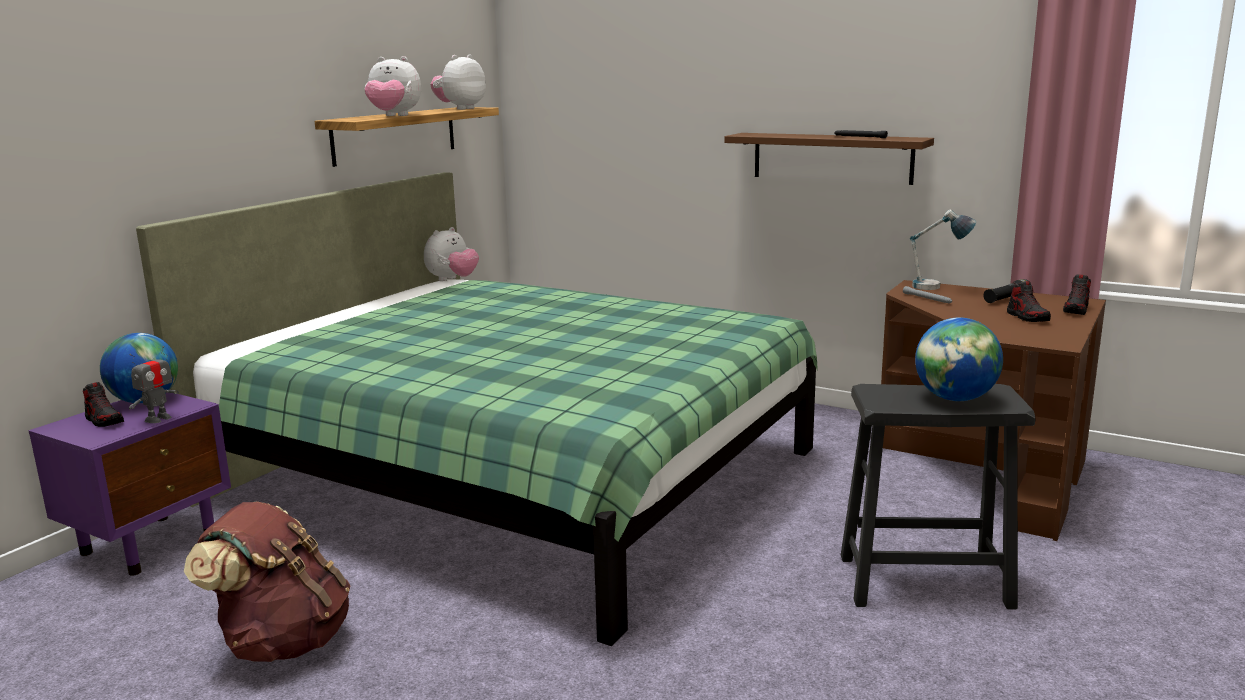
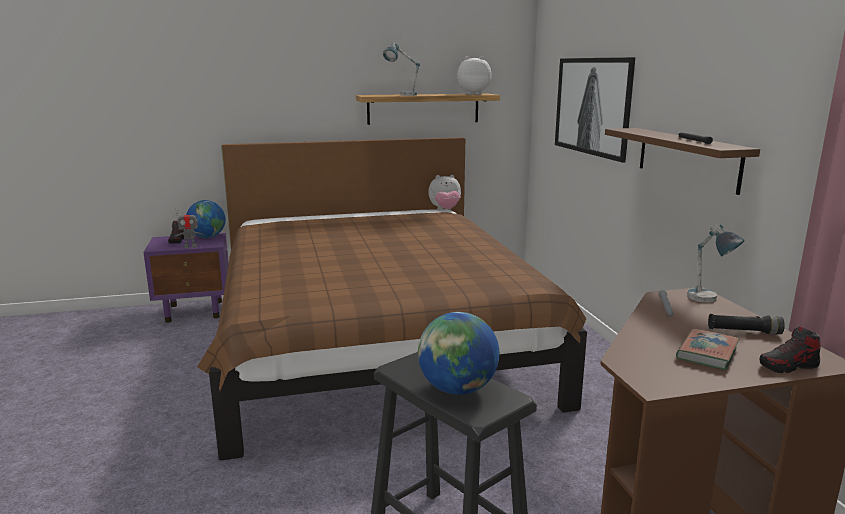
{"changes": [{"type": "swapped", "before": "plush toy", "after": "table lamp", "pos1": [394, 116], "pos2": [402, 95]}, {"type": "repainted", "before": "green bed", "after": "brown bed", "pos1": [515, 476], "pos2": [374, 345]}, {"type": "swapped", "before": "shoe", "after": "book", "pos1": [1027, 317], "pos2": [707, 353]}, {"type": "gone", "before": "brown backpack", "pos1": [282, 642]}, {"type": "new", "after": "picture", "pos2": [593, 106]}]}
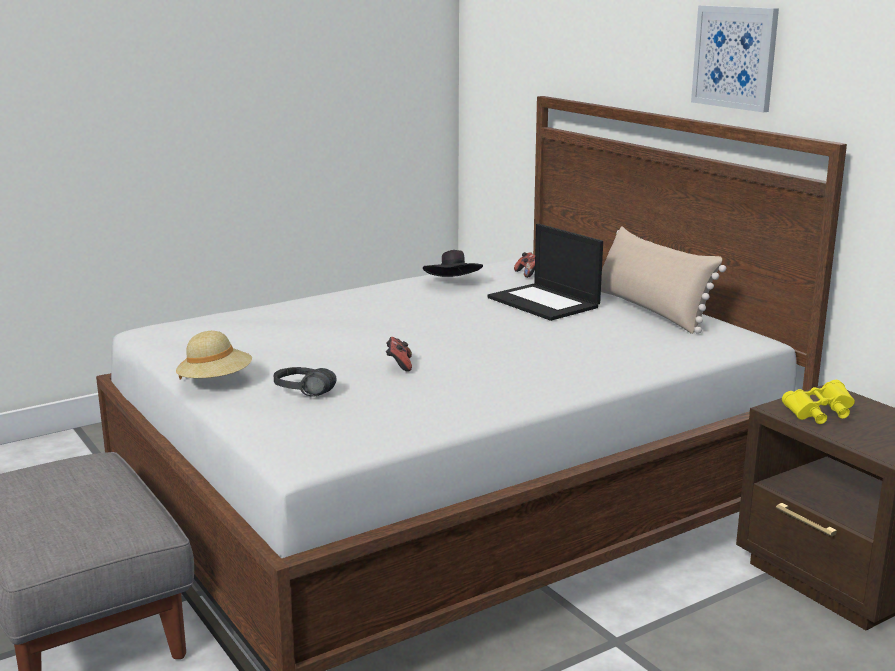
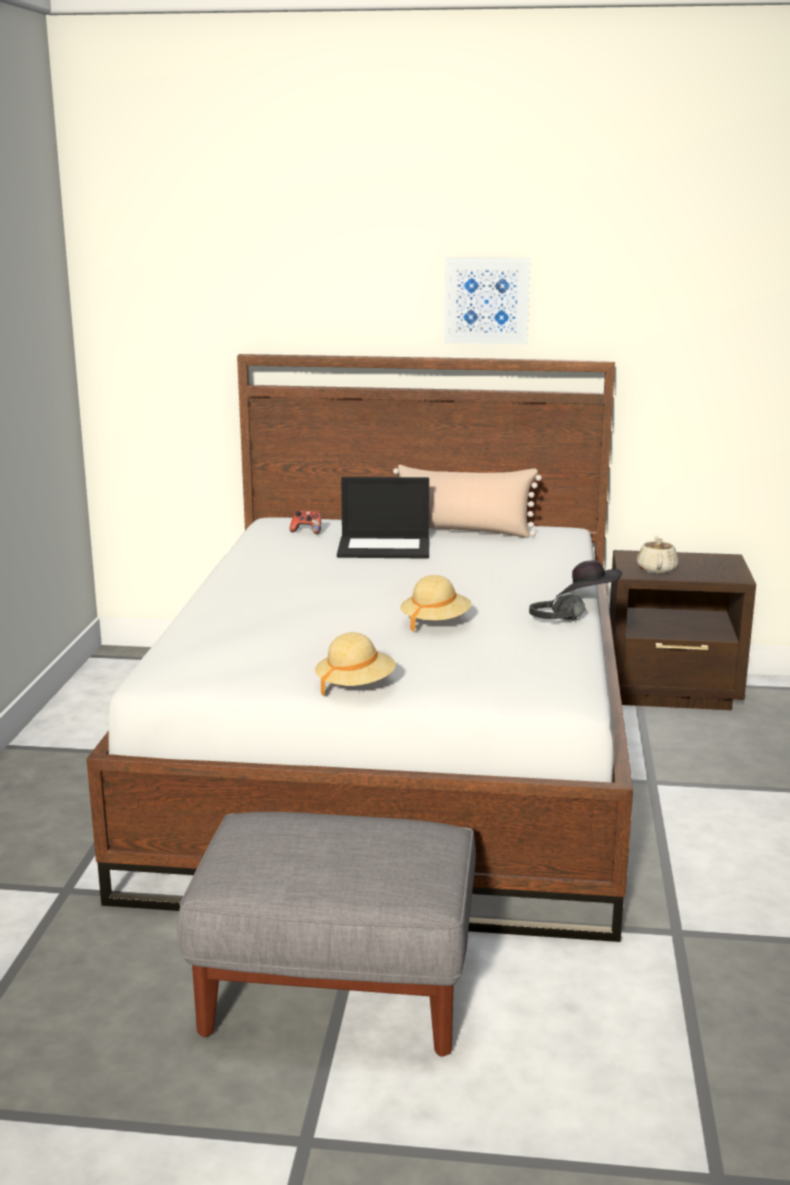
{"changes": [{"type": "shifted", "before": "black hat", "pos1": [453, 284], "pos2": [587, 599]}, {"type": "swapped", "before": "game controller", "after": "beige hat", "pos1": [399, 365], "pos2": [435, 622]}, {"type": "shifted", "before": "black headphones", "pos1": [300, 395], "pos2": [562, 623]}, {"type": "swapped", "before": "yellow binoculars", "after": "beige teapot", "pos1": [819, 415], "pos2": [656, 569]}]}
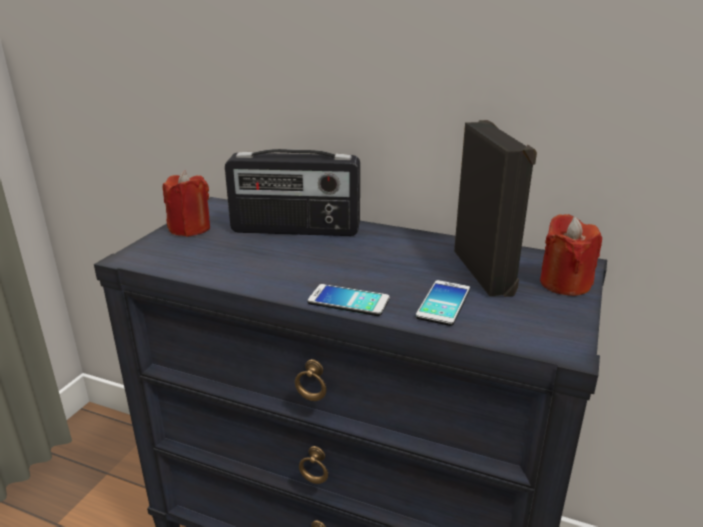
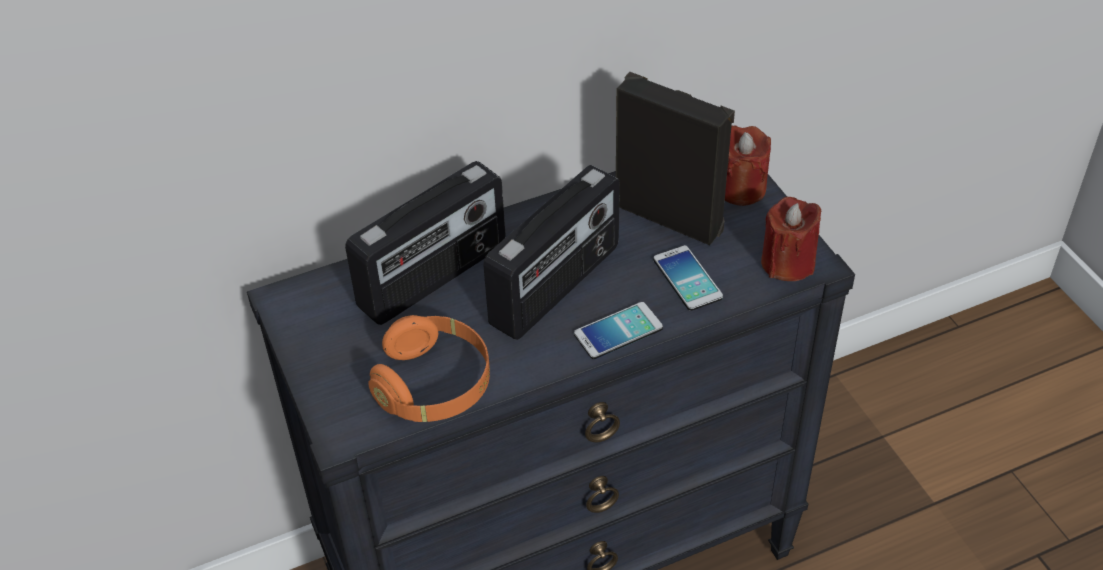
{"changes": [{"type": "shifted", "before": "red candle", "pos1": [190, 228], "pos2": [787, 263]}, {"type": "new", "after": "radio", "pos2": [557, 286]}, {"type": "new", "after": "orange headphones", "pos2": [434, 385]}]}
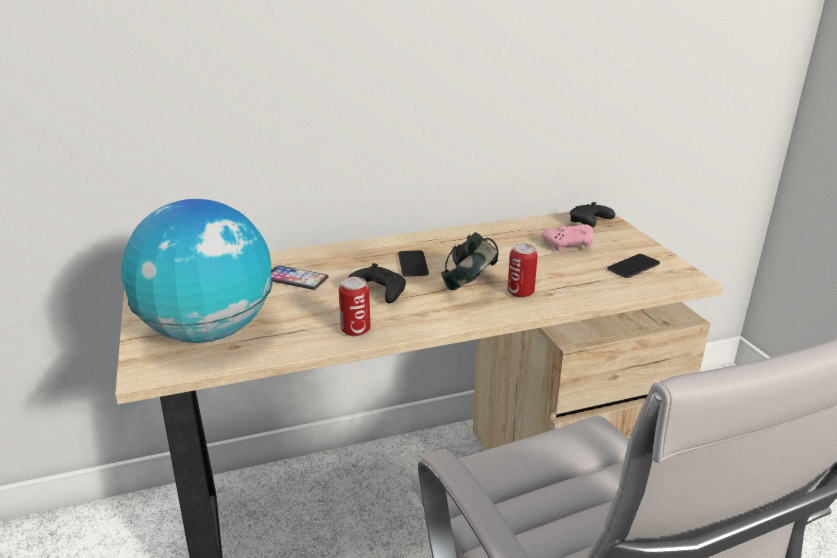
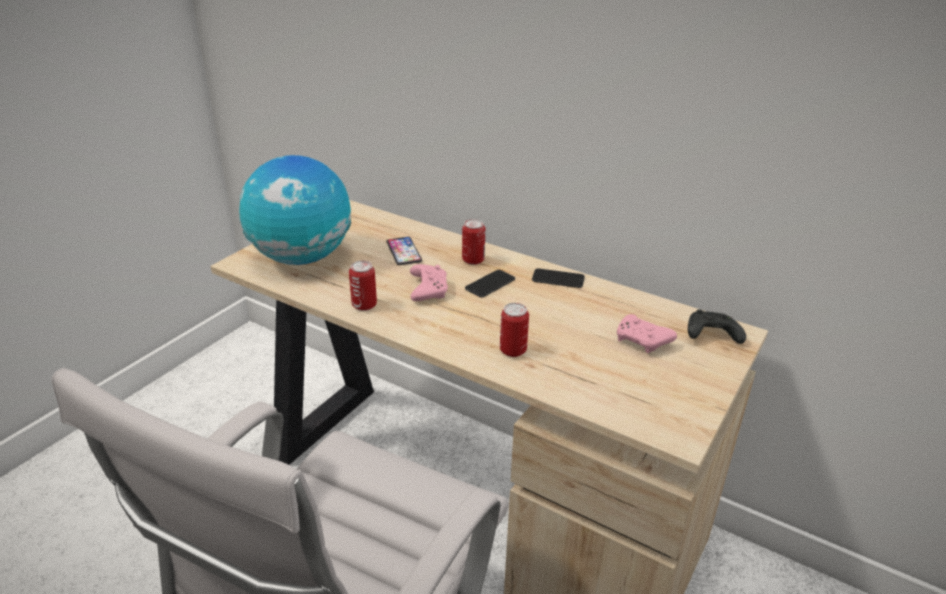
{"changes": [{"type": "gone", "before": "headphones", "pos1": [470, 286]}, {"type": "shifted", "before": "phone", "pos1": [633, 267], "pos2": [558, 279]}, {"type": "repainted", "before": "black game controller", "after": "pink game controller", "pos1": [378, 292], "pos2": [428, 290]}, {"type": "new", "after": "can", "pos2": [473, 260]}]}
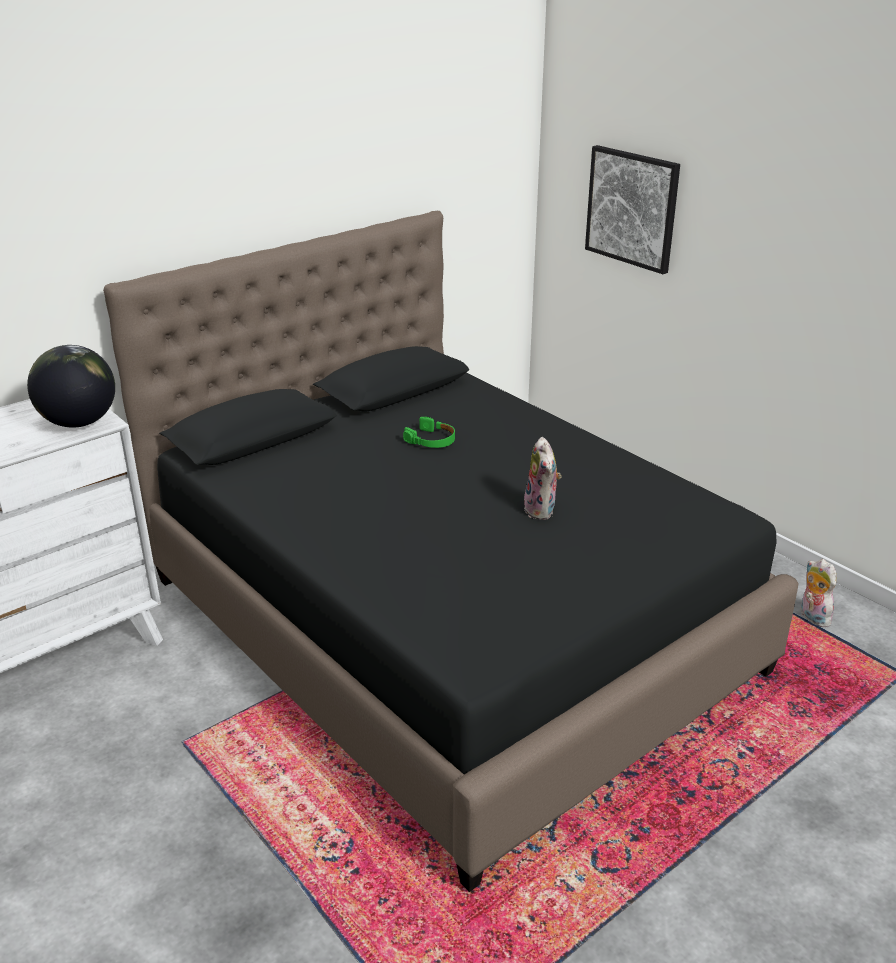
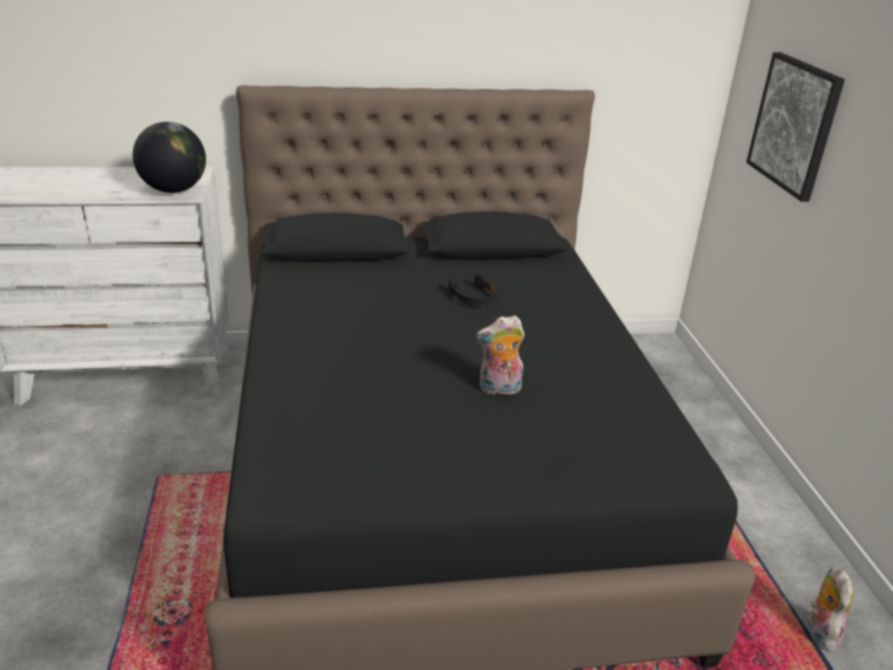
{"changes": [{"type": "repainted", "before": "green headphones", "after": "black headphones", "pos1": [431, 440], "pos2": [474, 297]}, {"type": "rotated", "before": "plush toy", "pos1": [542, 510], "pos2": [499, 389], "turn": 60}]}
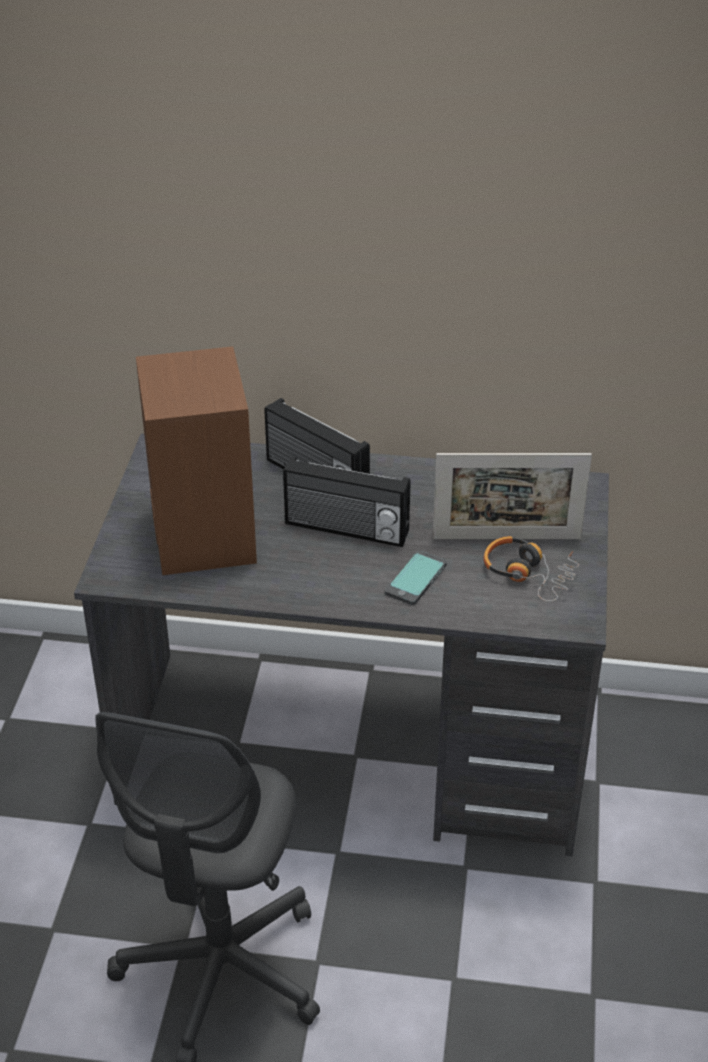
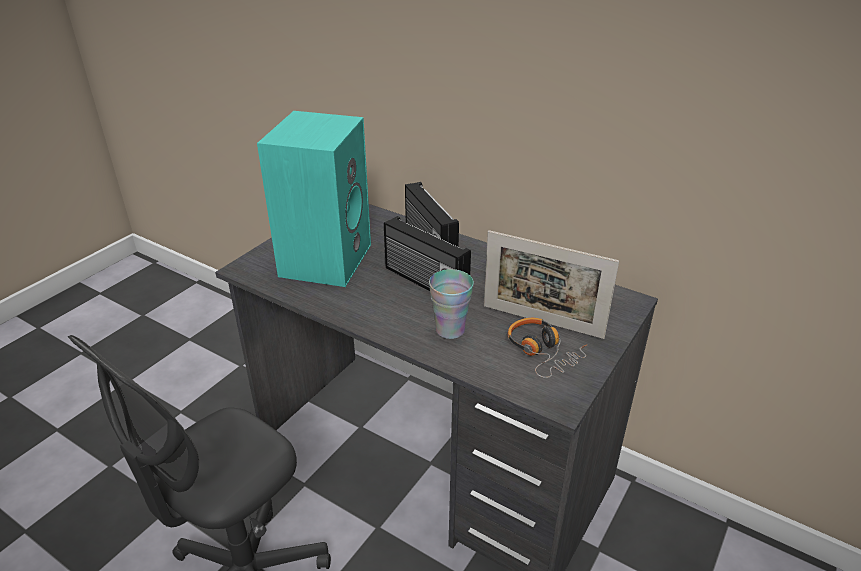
{"changes": [{"type": "repainted", "before": "brown speaker", "after": "turquoise speaker", "pos1": [200, 533], "pos2": [325, 259]}, {"type": "swapped", "before": "phone", "after": "cup", "pos1": [416, 579], "pos2": [450, 330]}]}
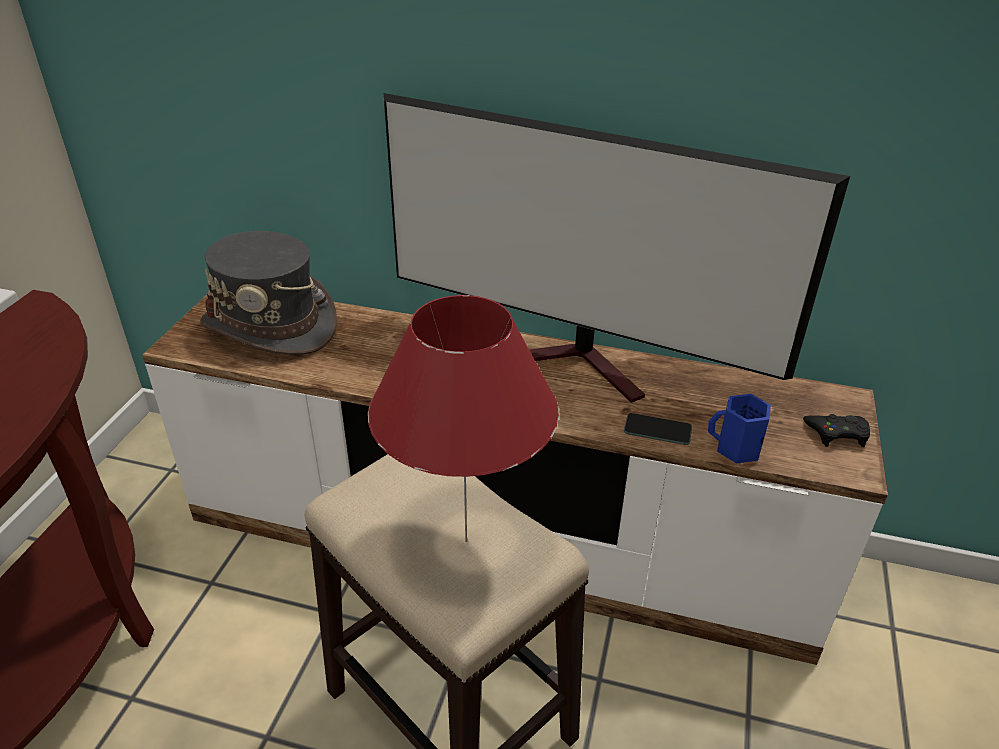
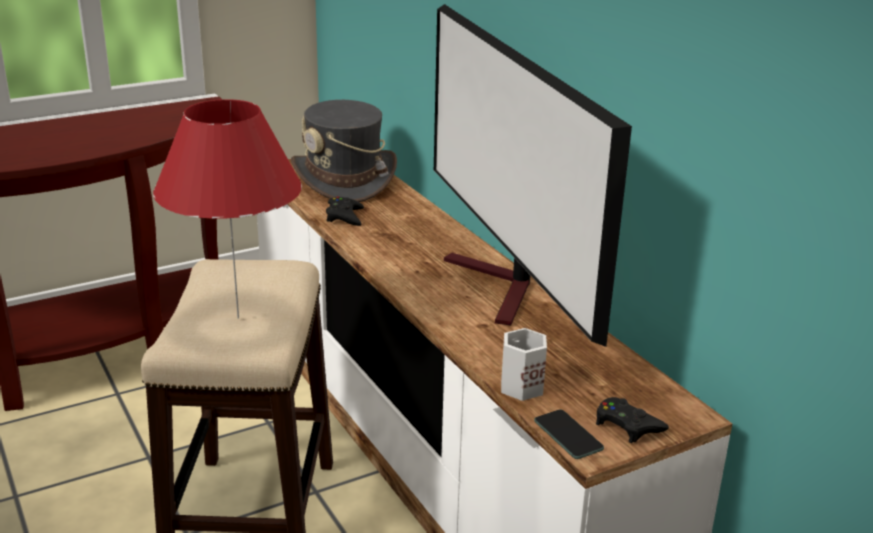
{"changes": [{"type": "repainted", "before": "blue mug", "after": "white mug", "pos1": [736, 449], "pos2": [519, 386]}, {"type": "shifted", "before": "phone", "pos1": [657, 430], "pos2": [568, 435]}, {"type": "new", "after": "black game controller", "pos2": [345, 216]}]}
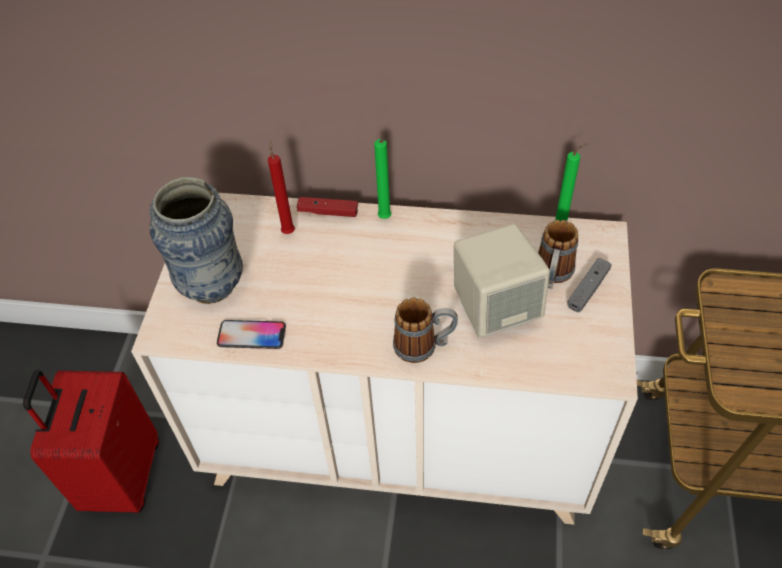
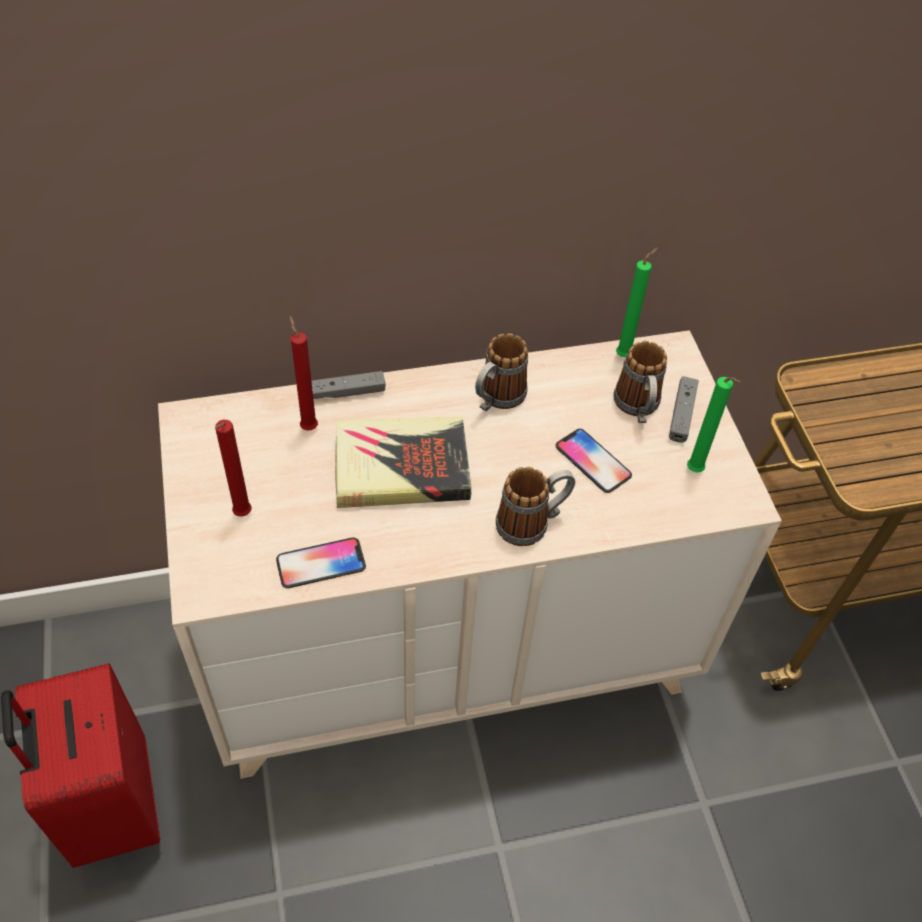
{"changes": [{"type": "shifted", "before": "green candle", "pos1": [385, 219], "pos2": [696, 472]}, {"type": "swapped", "before": "vase", "after": "red candle", "pos1": [212, 285], "pos2": [241, 516]}, {"type": "repainted", "before": "red game controller", "after": "grey game controller", "pos1": [328, 212], "pos2": [347, 392]}, {"type": "swapped", "before": "beige speaker", "after": "phone", "pos1": [495, 309], "pos2": [593, 461]}, {"type": "new", "after": "mug", "pos2": [496, 399]}, {"type": "new", "after": "book", "pos2": [401, 468]}]}
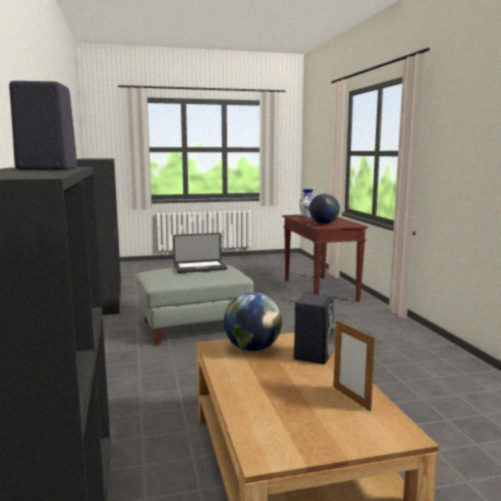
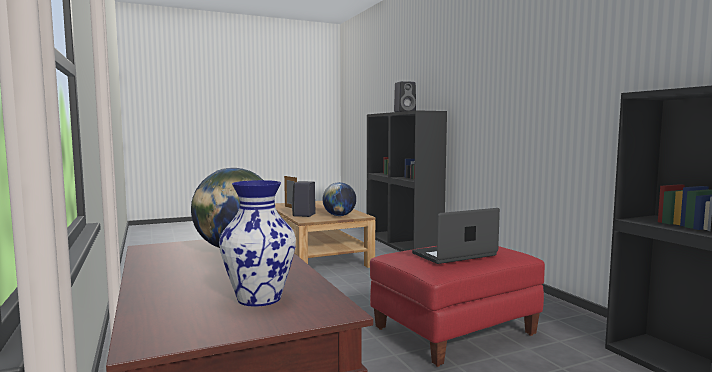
{"changes": [{"type": "repainted", "before": "grey ottoman", "after": "red ottoman", "pos1": [194, 327], "pos2": [454, 331]}]}
